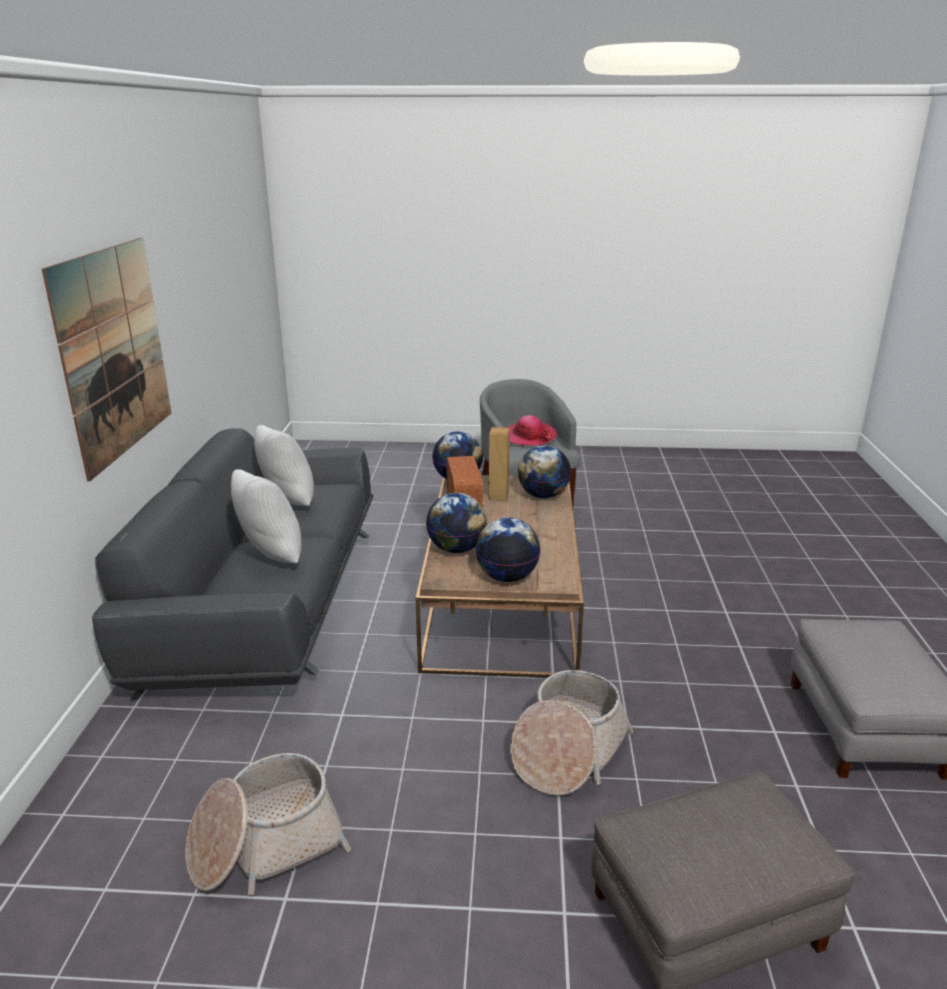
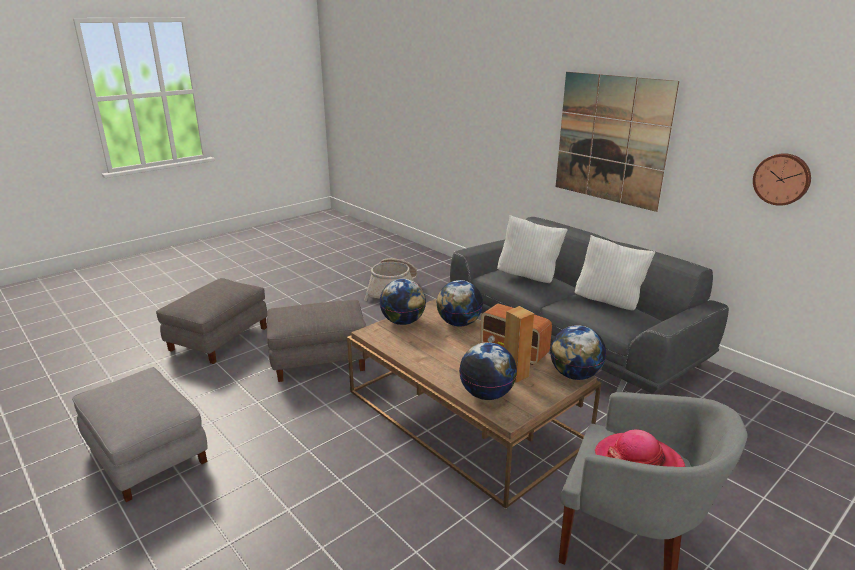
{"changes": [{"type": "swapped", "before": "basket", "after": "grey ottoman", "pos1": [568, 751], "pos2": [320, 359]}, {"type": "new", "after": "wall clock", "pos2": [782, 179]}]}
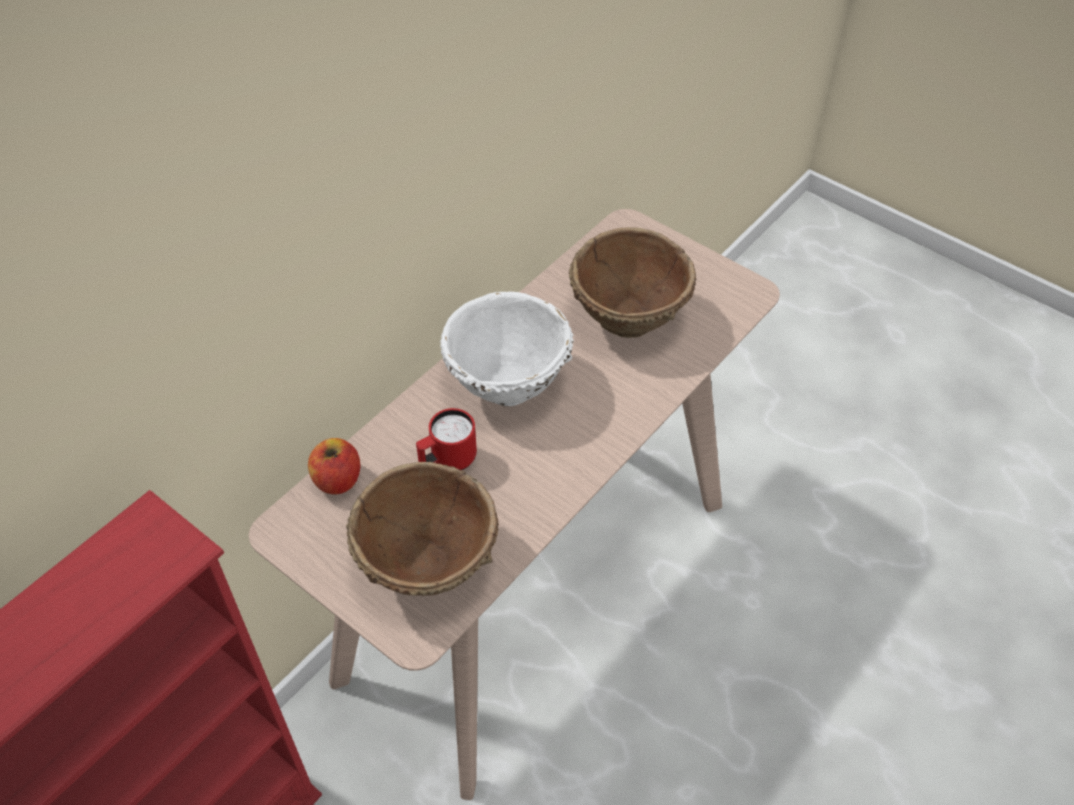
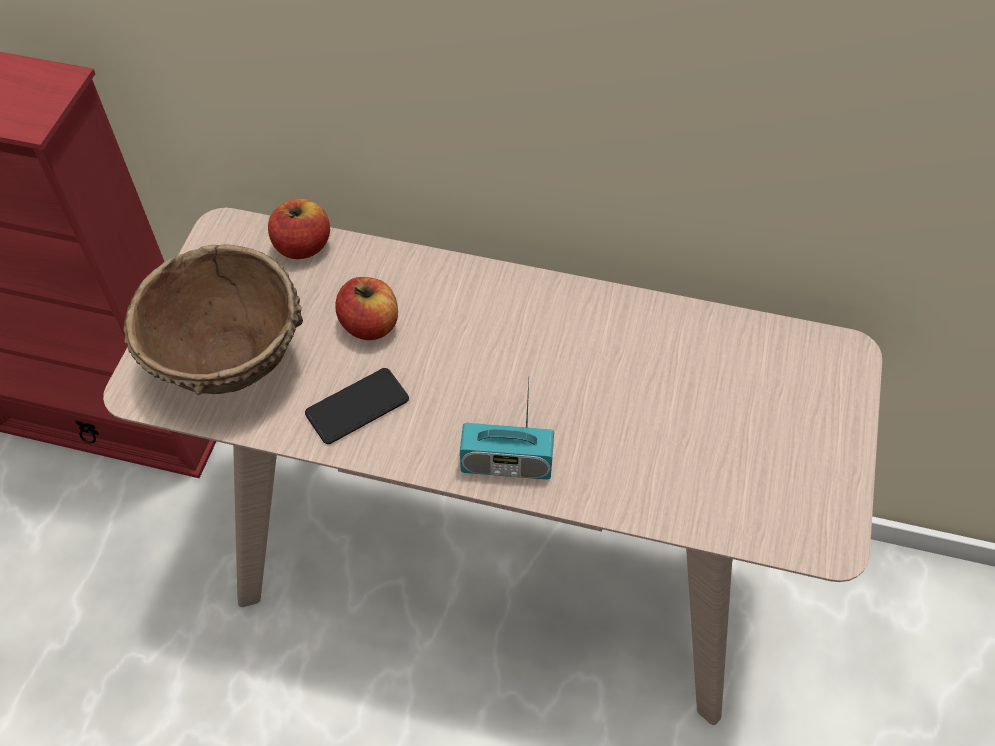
{"changes": [{"type": "gone", "before": "brown bowl", "pos1": [629, 318]}, {"type": "gone", "before": "white bowl", "pos1": [506, 383]}, {"type": "swapped", "before": "red mug", "after": "apple", "pos1": [447, 461], "pos2": [370, 325]}, {"type": "new", "after": "phone", "pos2": [357, 406]}, {"type": "new", "after": "radio", "pos2": [506, 464]}]}
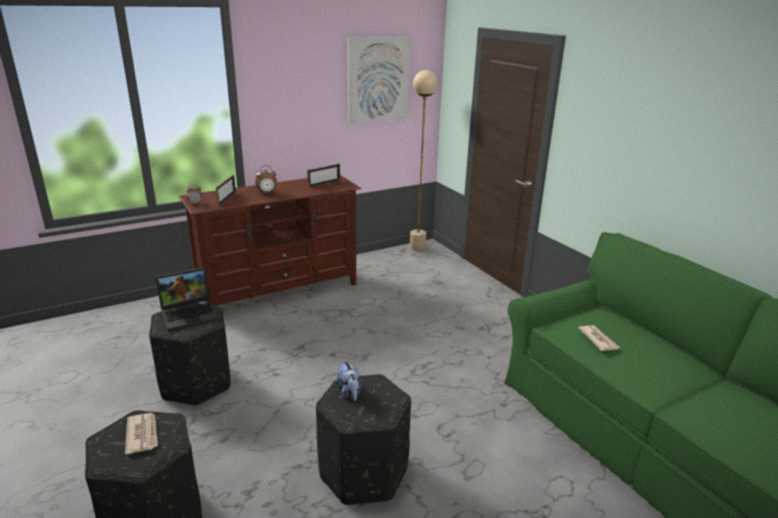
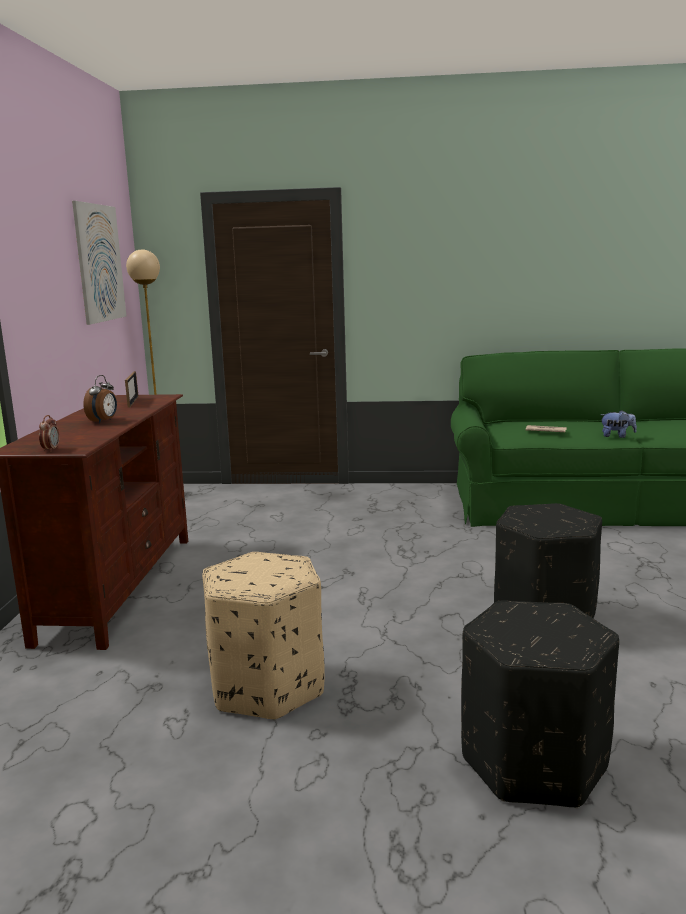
{"changes": [{"type": "gone", "before": "picture frame", "pos1": [227, 199]}, {"type": "gone", "before": "laptop", "pos1": [190, 314]}, {"type": "repainted", "before": "black ottoman", "after": "beige ottoman", "pos1": [197, 383], "pos2": [267, 686]}, {"type": "shifted", "before": "plush toy", "pos1": [349, 392], "pos2": [617, 436]}, {"type": "gone", "before": "newspaper", "pos1": [142, 434]}]}
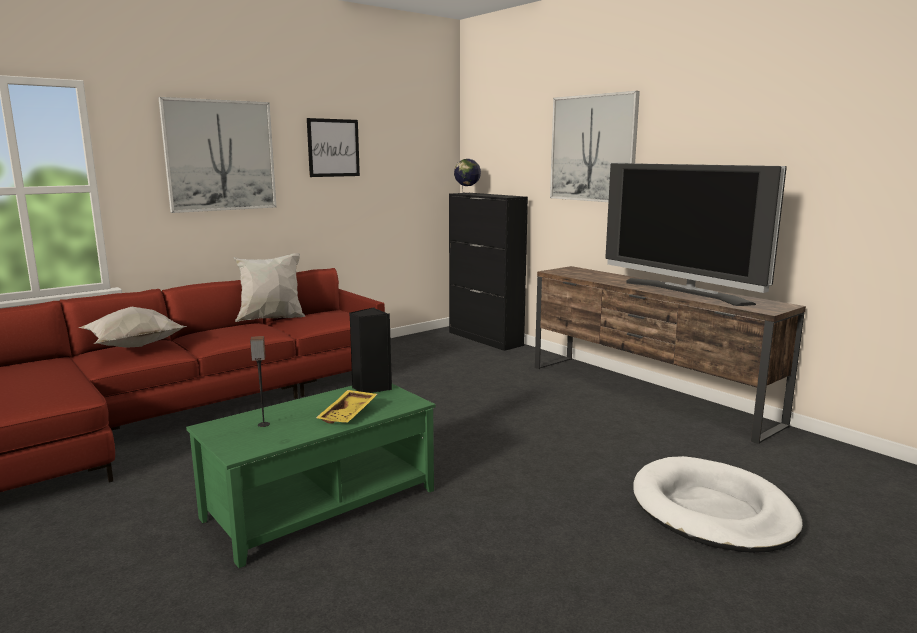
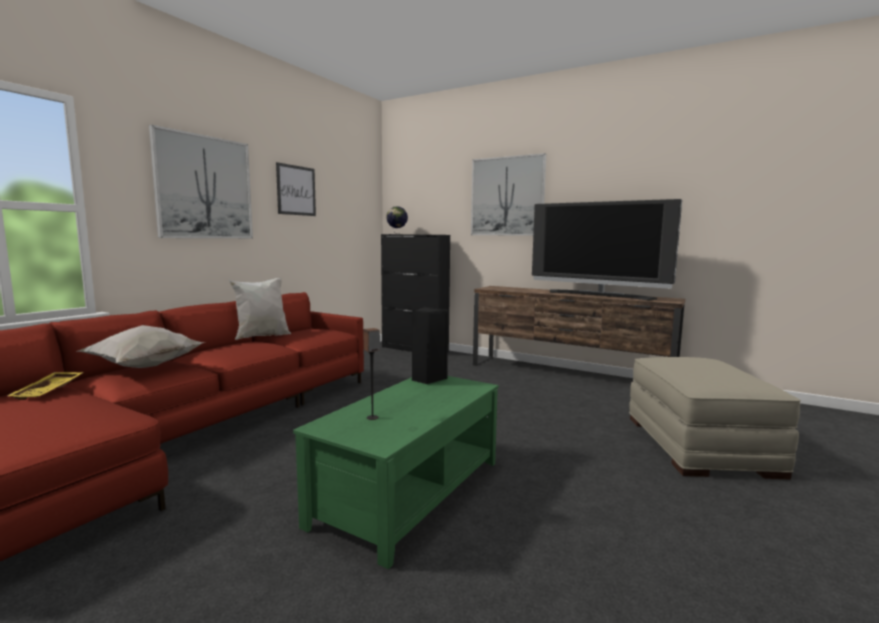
{"changes": [{"type": "shifted", "before": "yellow tray", "pos1": [349, 414], "pos2": [49, 392]}, {"type": "swapped", "before": "white dog bed", "after": "beige ottoman", "pos1": [712, 510], "pos2": [699, 445]}]}
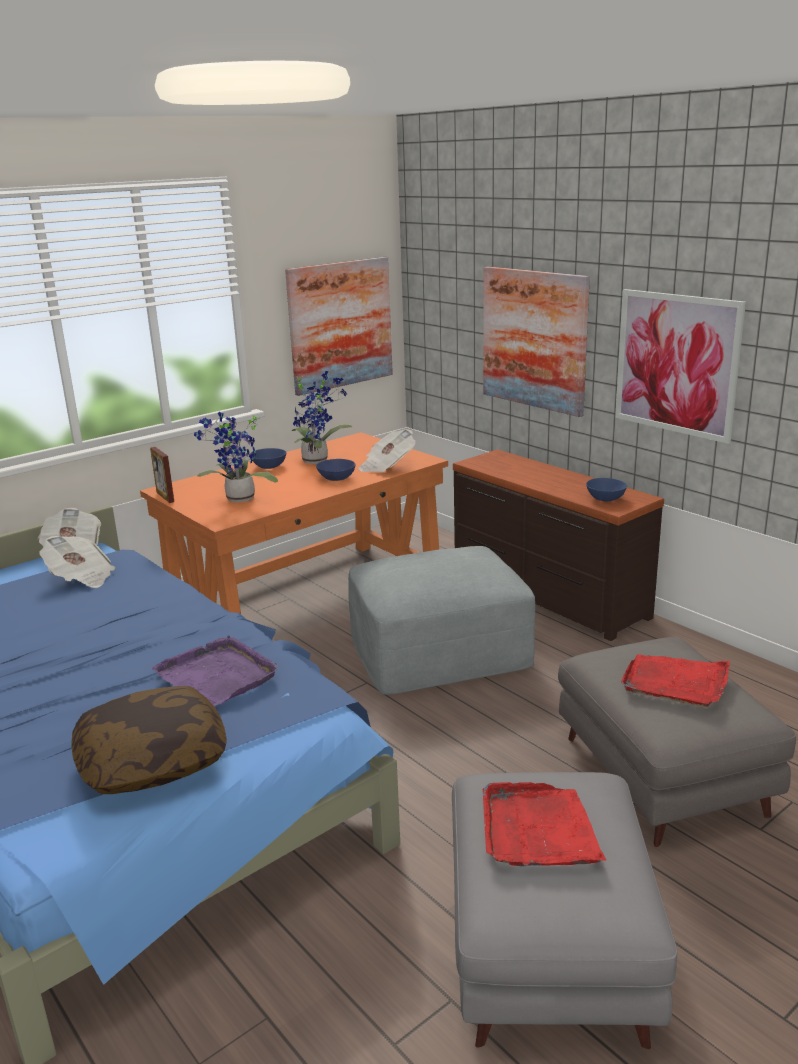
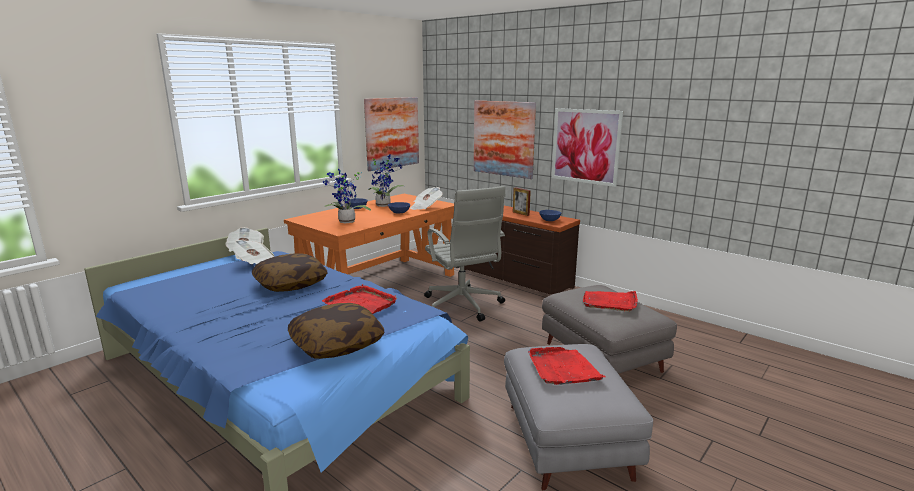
{"changes": [{"type": "shifted", "before": "picture frame", "pos1": [165, 497], "pos2": [521, 213]}, {"type": "swapped", "before": "grey ottoman", "after": "grey office chair", "pos1": [439, 649], "pos2": [463, 306]}, {"type": "repainted", "before": "purple tray", "after": "red tray", "pos1": [218, 675], "pos2": [361, 303]}, {"type": "new", "after": "pillow", "pos2": [291, 284]}]}
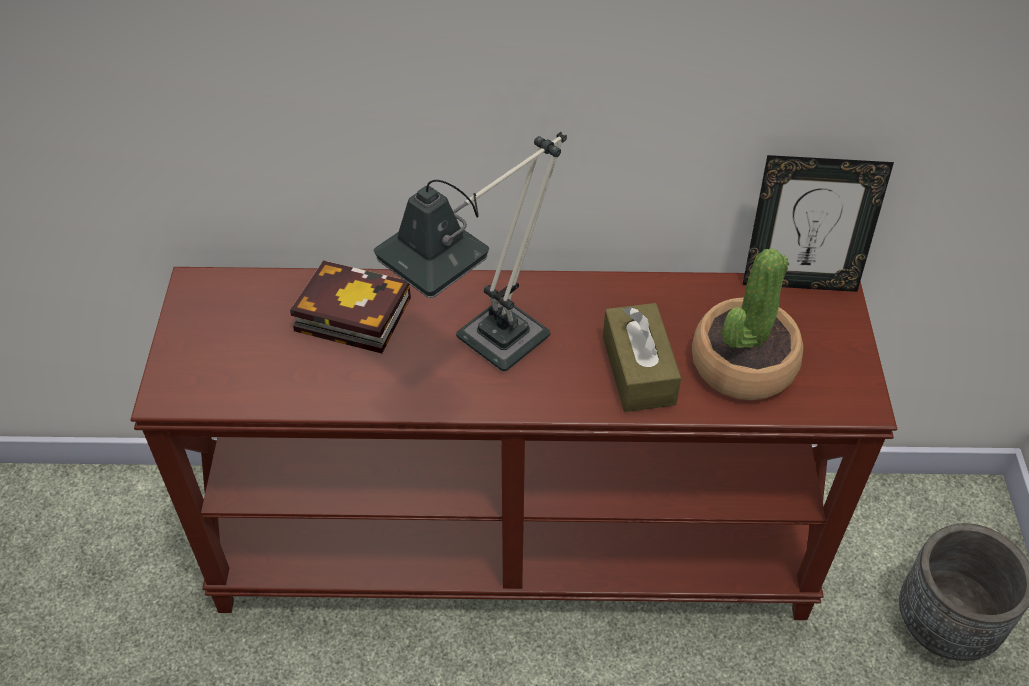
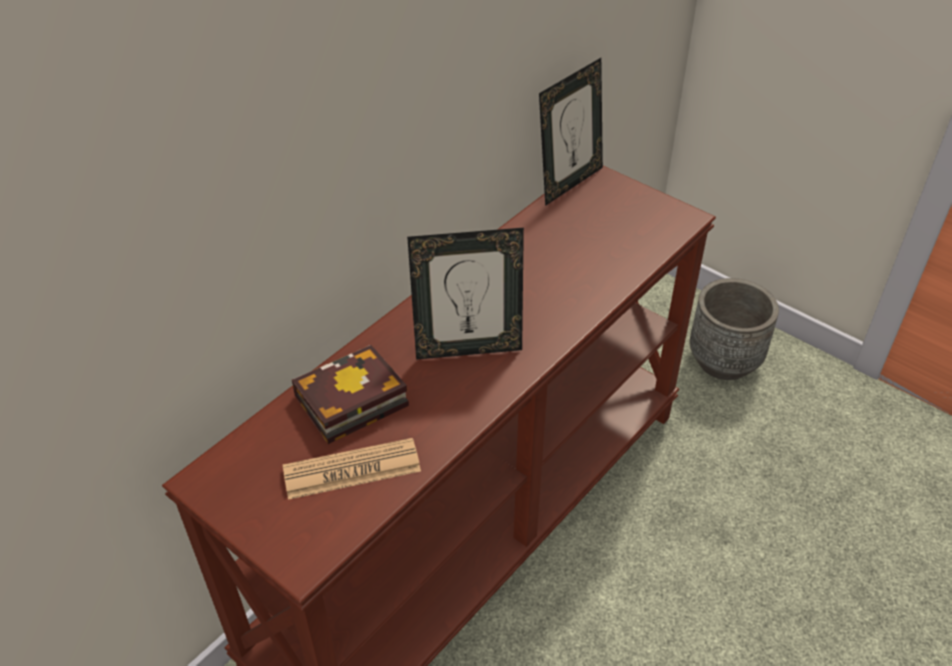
{"changes": [{"type": "swapped", "before": "table lamp", "after": "picture frame", "pos1": [488, 349], "pos2": [468, 348]}, {"type": "gone", "before": "potted plant", "pos1": [743, 363]}, {"type": "gone", "before": "brown tissue box", "pos1": [638, 370]}, {"type": "new", "after": "newspaper", "pos2": [352, 470]}]}
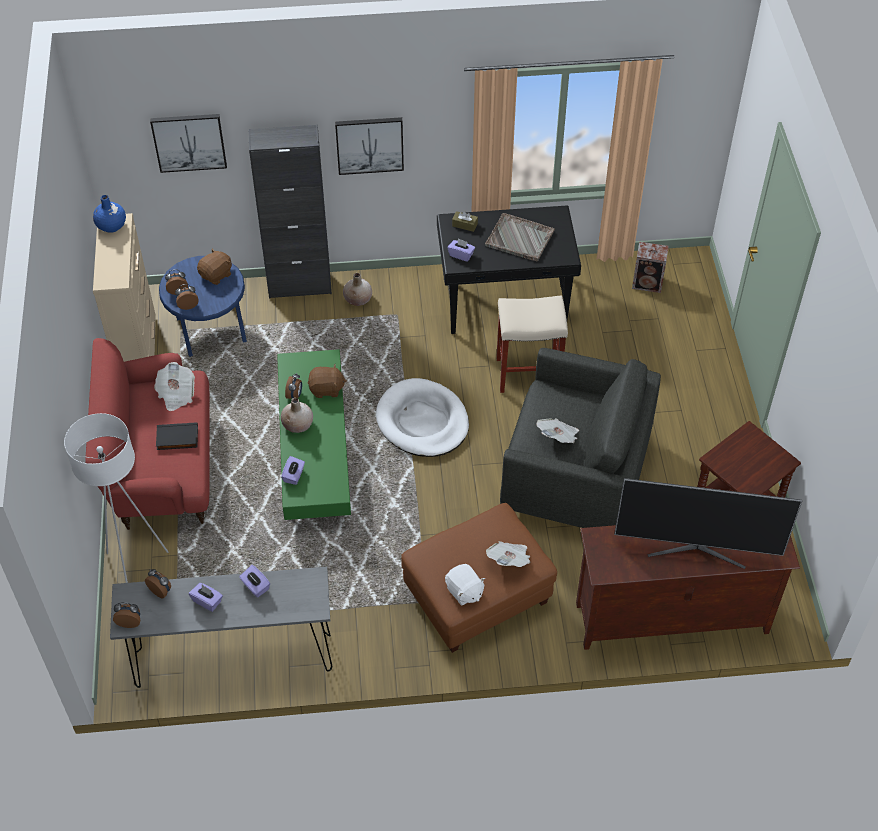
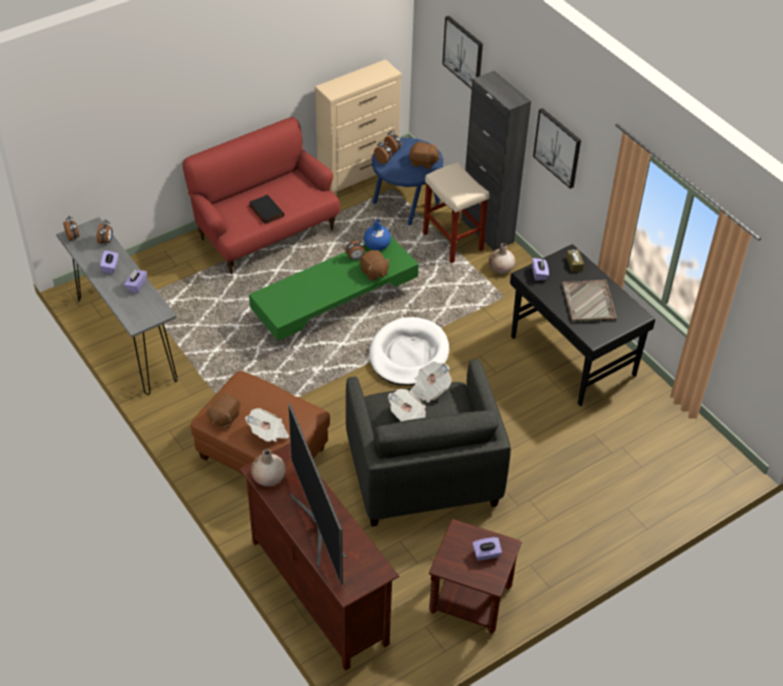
{"changes": [{"type": "shifted", "before": "blue vase", "pos1": [111, 226], "pos2": [377, 245]}, {"type": "gone", "before": "speaker", "pos1": [648, 283]}, {"type": "shifted", "before": "beige stool", "pos1": [527, 374], "pos2": [452, 241]}, {"type": "shifted", "before": "newspaper", "pos1": [176, 394], "pos2": [429, 389]}, {"type": "shifted", "before": "beige vase", "pos1": [298, 425], "pos2": [268, 478]}, {"type": "gone", "before": "white floor lamp", "pos1": [136, 567]}, {"type": "shifted", "before": "purple tissue box", "pos1": [294, 475], "pos2": [486, 554]}, {"type": "repainted", "before": "white plush toy", "after": "brown plush toy", "pos1": [464, 591], "pos2": [224, 418]}]}
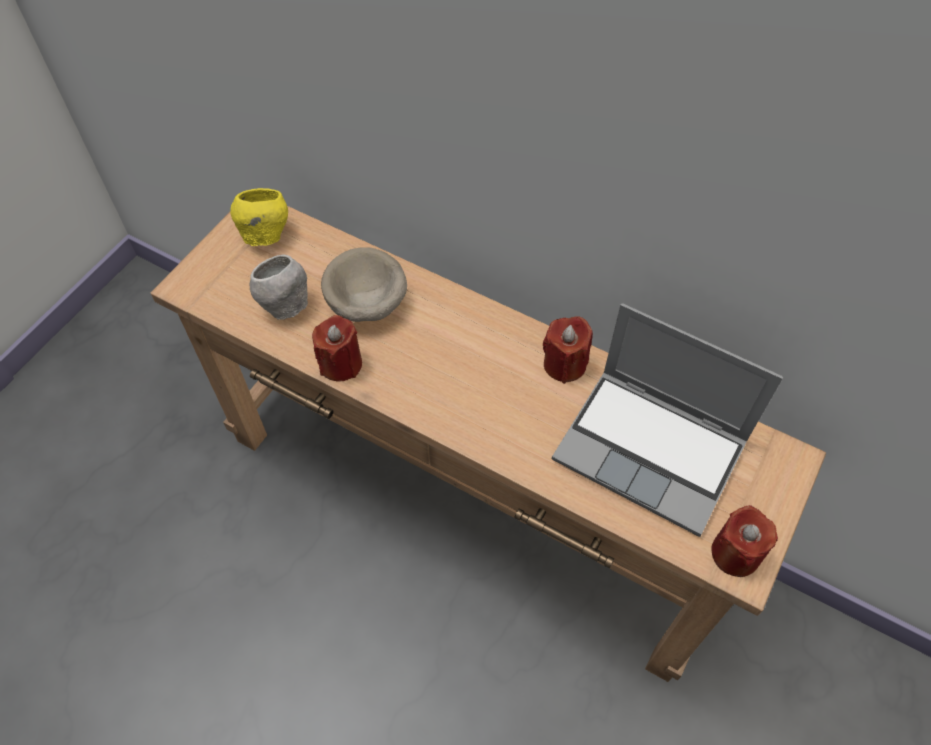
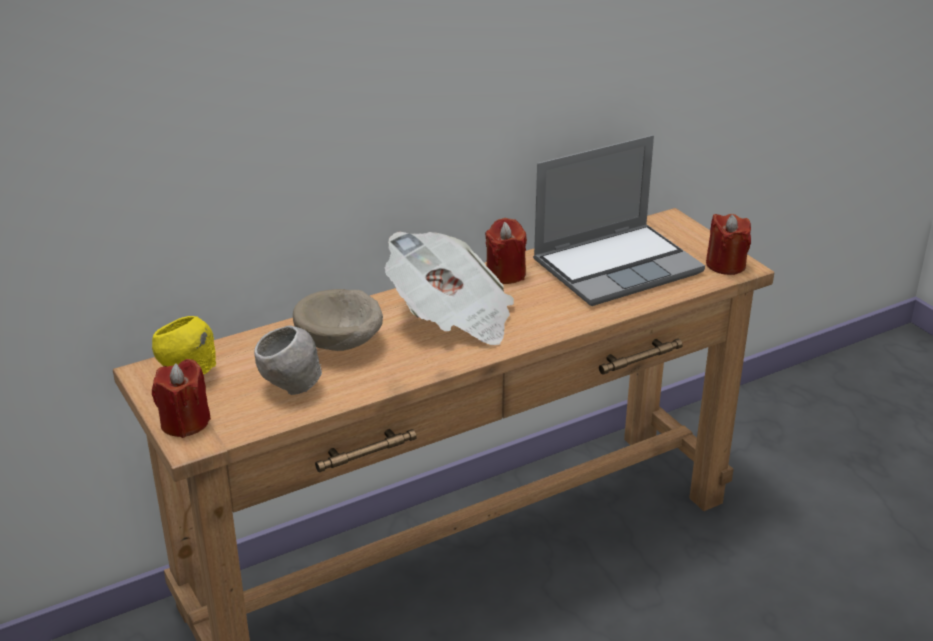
{"changes": [{"type": "shifted", "before": "red candle", "pos1": [341, 364], "pos2": [184, 423]}, {"type": "new", "after": "newspaper", "pos2": [452, 317]}]}
